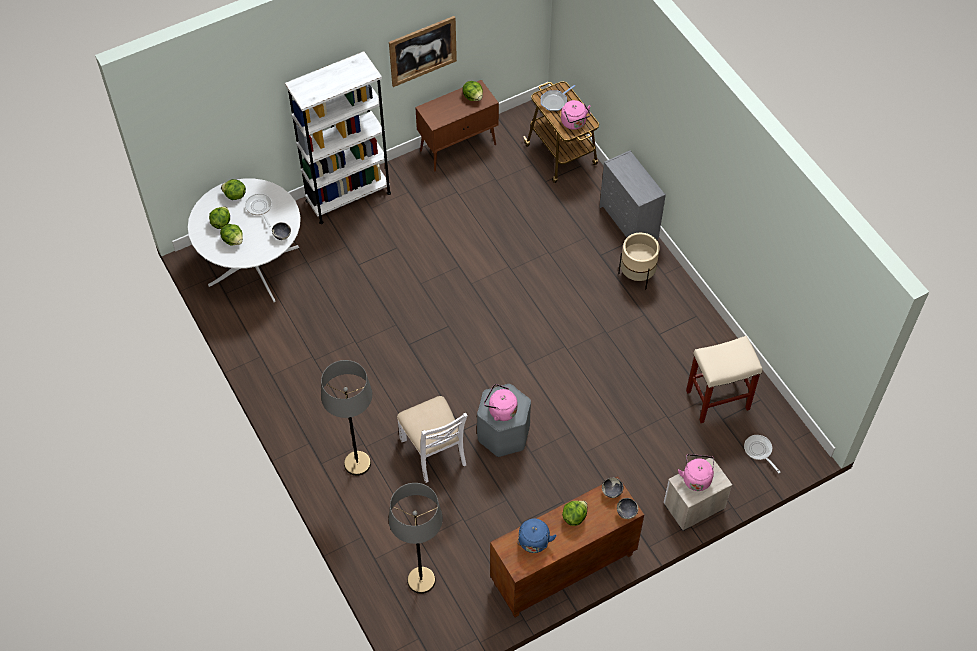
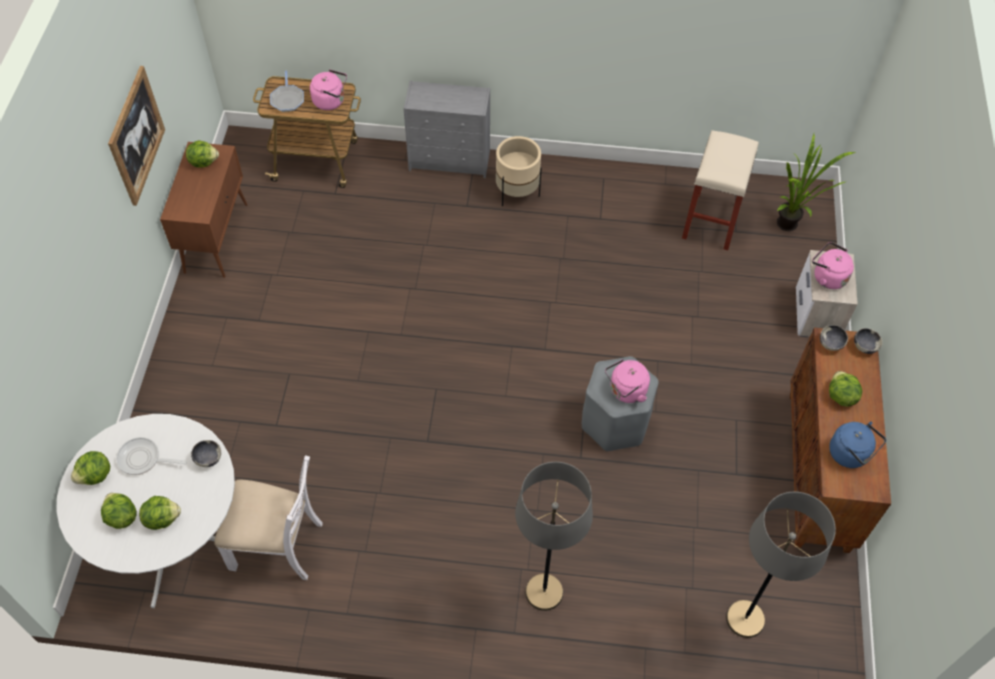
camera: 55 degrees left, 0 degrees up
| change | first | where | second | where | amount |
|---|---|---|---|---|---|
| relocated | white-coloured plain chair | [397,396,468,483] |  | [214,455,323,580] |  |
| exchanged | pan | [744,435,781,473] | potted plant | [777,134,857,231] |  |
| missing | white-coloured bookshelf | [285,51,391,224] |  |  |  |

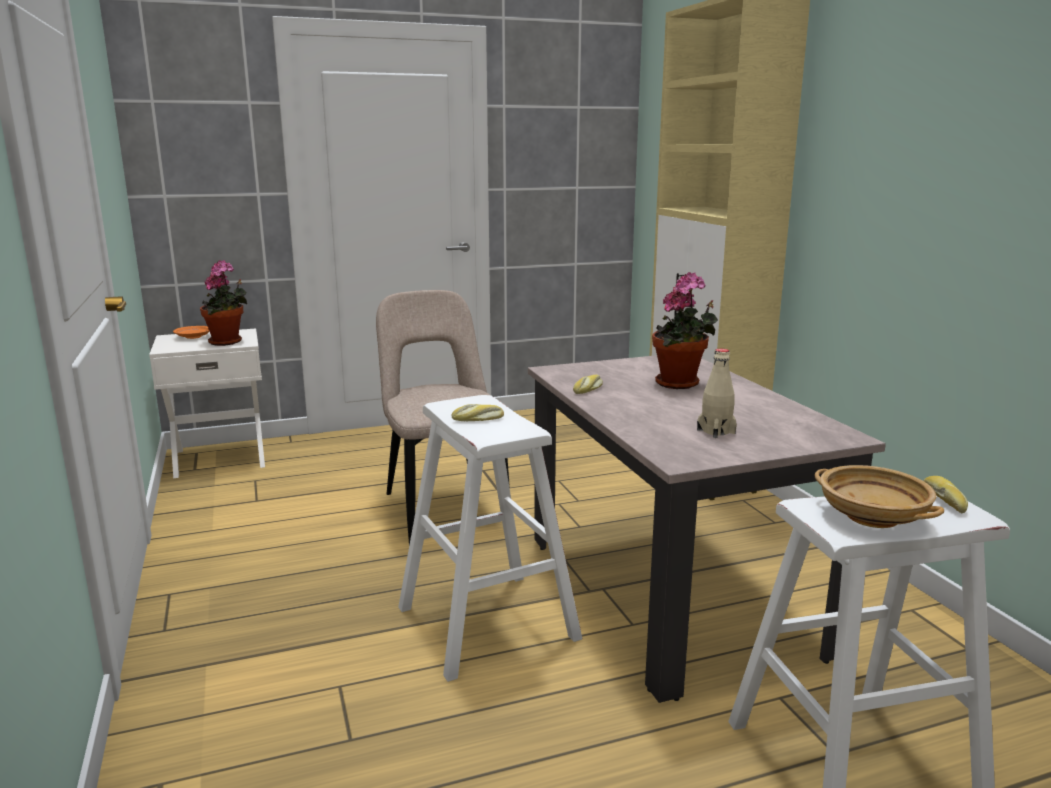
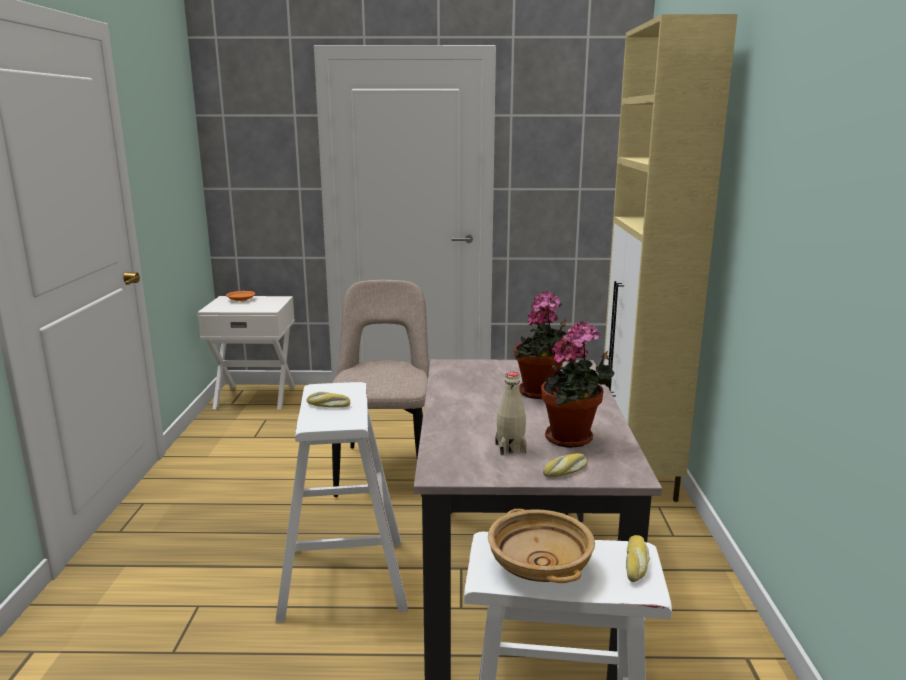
camera: 20 degrees right, 0 degrees up
| change | first | where | second | where | amount |
|---|---|---|---|---|---|
| relocated | potted plant | [200,260,247,346] |  | [541,321,614,448] |  |
| relocated | baked bread | [573,375,603,394] |  | [543,453,588,477] |  |

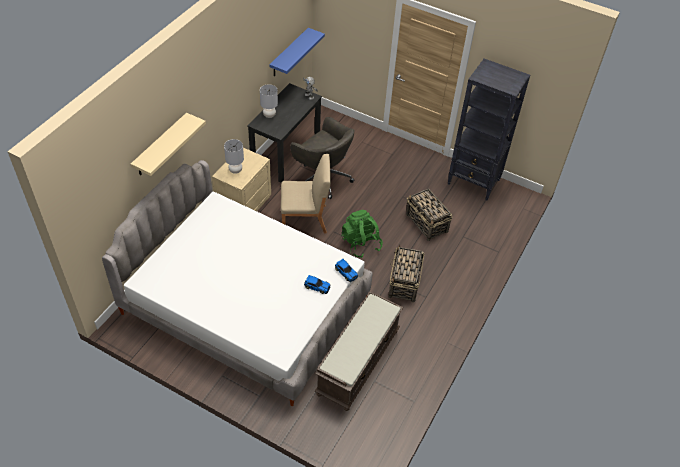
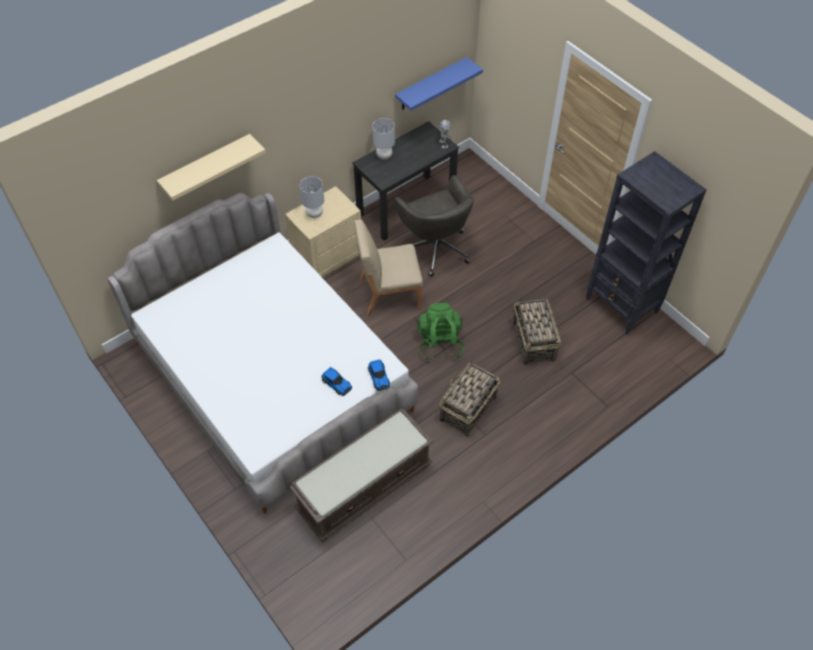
camera: 25 degrees right, 5 degrees up
| change | first | where | second | where | amount |
|---|---|---|---|---|---|
| spun | beige plain chair | [281,154,331,233] |  | [354,219,423,316] | 150 degrees clockwise |

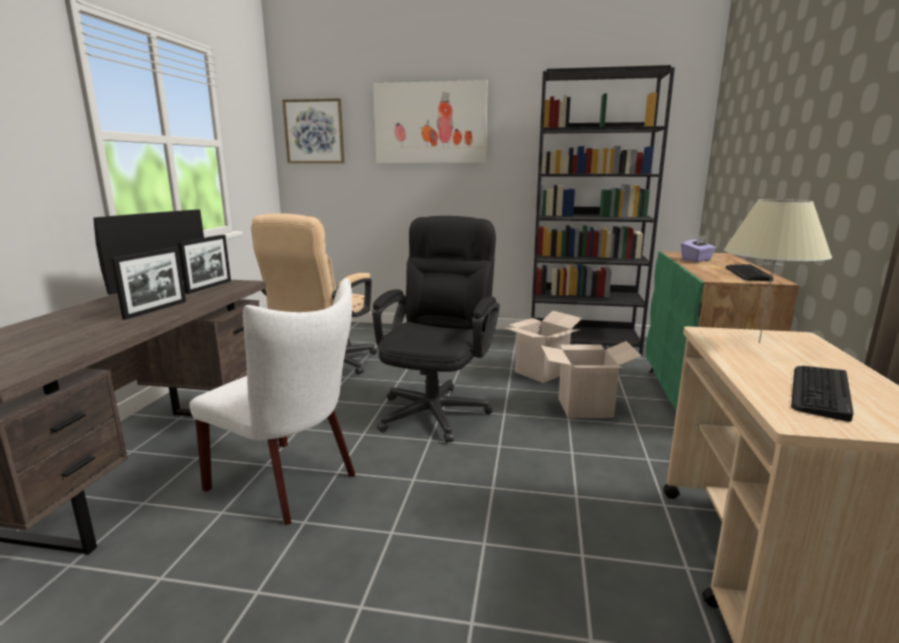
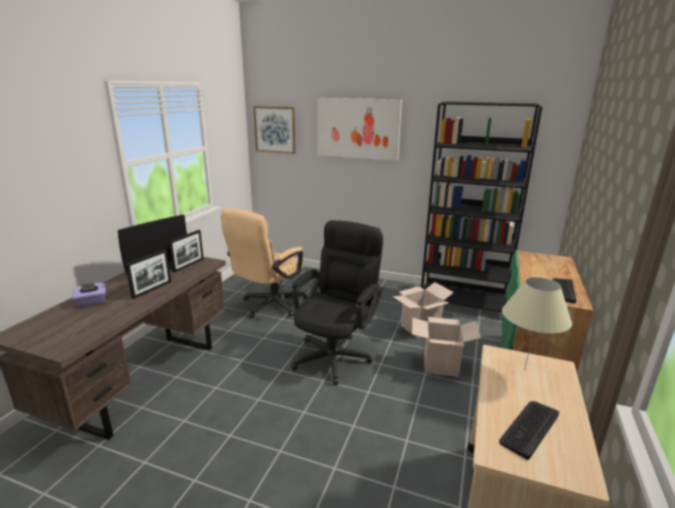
camera: 10 degrees right, 5 degrees up
| change | first | where | second | where | amount |
|---|---|---|---|---|---|
| relocated | purple-coloured tissue holder | [681,235,716,262] |  | [73,283,106,307] |  |
| missing | white-coloured plain chair | [189,278,355,525] |  |  |  |

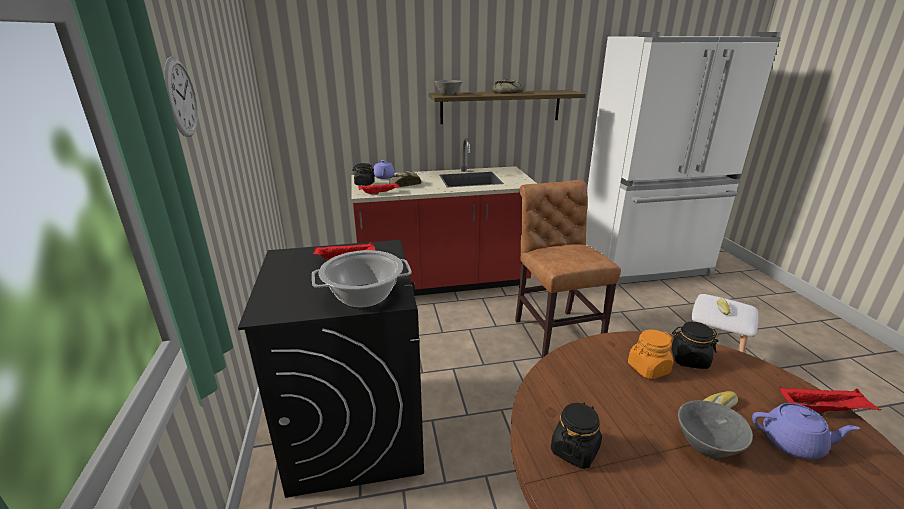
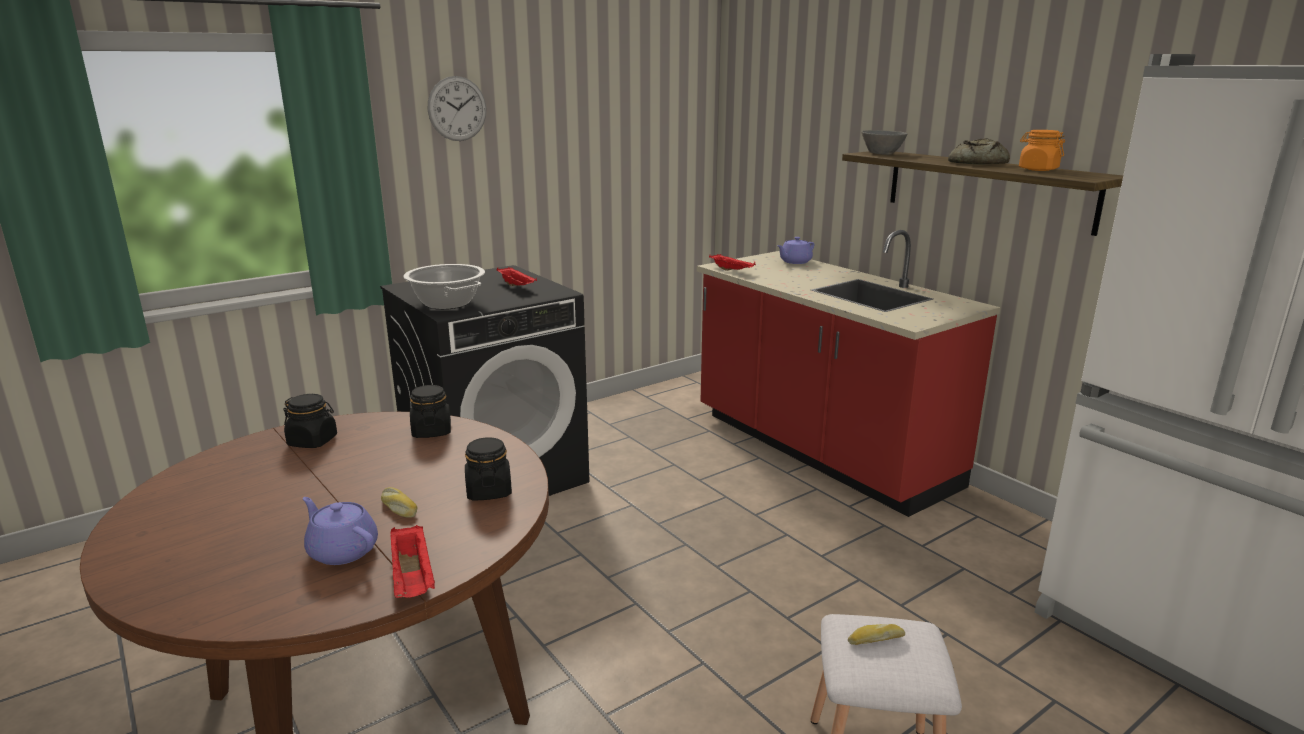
camera: 65 degrees right, 5 degrees down
| change | first | where | second | where | amount |
|---|---|---|---|---|---|
| spun | purple-coloured pot for tea | [752,403,860,459] |  | [303,497,378,565] | 135 degrees clockwise |
| relocated | blackish jar | [352,163,375,186] |  | [410,385,451,438] |  |
| relocated | orange jar | [628,329,673,379] |  | [1019,130,1065,171] |  |
| missing | baked bread | [389,171,421,187] |  |  |  |
| missing | brown-coloured plain chair | [515,180,621,359] |  |  |  |
| missing | grey bowl | [678,400,753,458] |  |  |  |

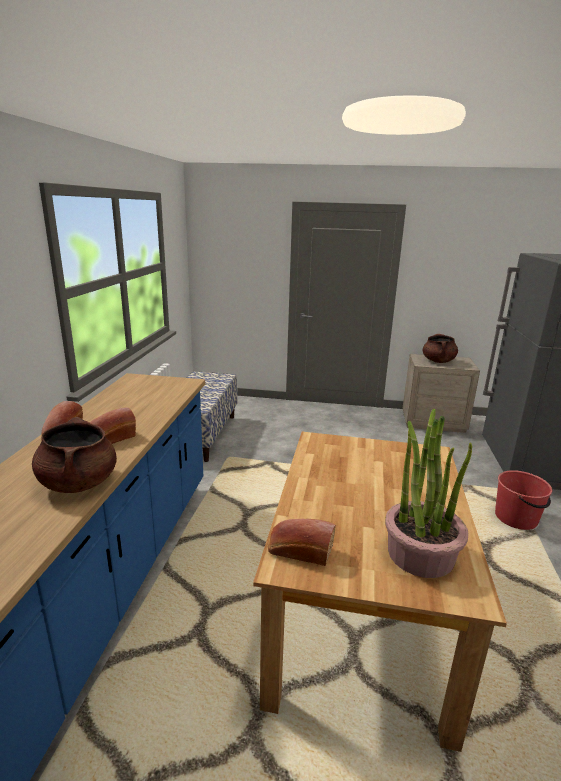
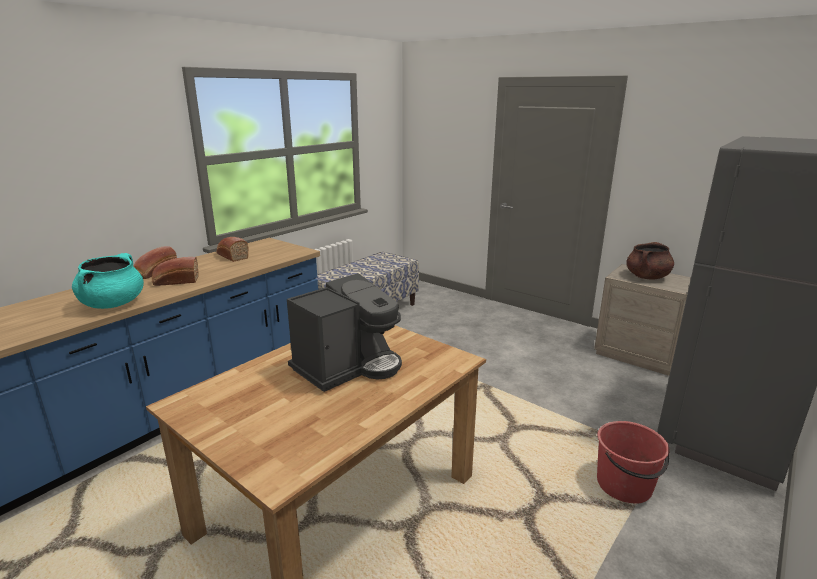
camera: 30 degrees right, 0 degrees up
| change | first | where | second | where | amount |
|---|---|---|---|---|---|
| colour | brown-coloured saucepot | [32,417,117,493] | turquoise saucepot | [72,253,144,309] |  |
| relocated | baked bread | [268,519,336,566] |  | [216,237,249,262] |  |
| appeared |  |  | coffee machine | [287,273,402,392] |  |
| missing | potted plant | [385,409,472,578] |  |  |  |

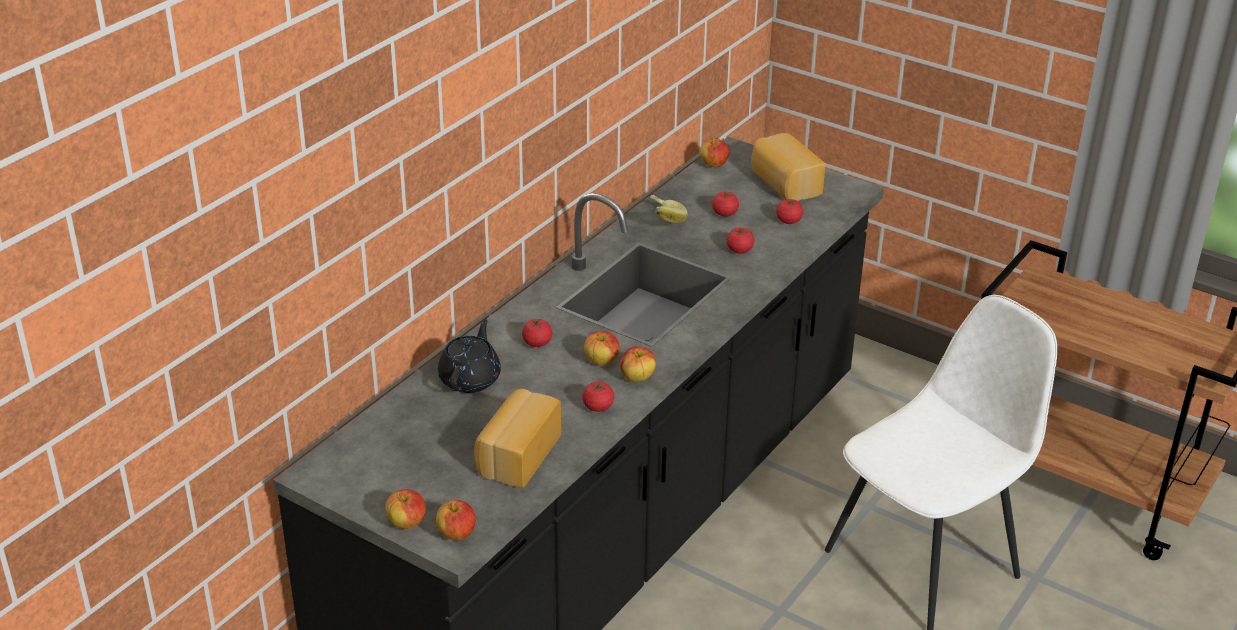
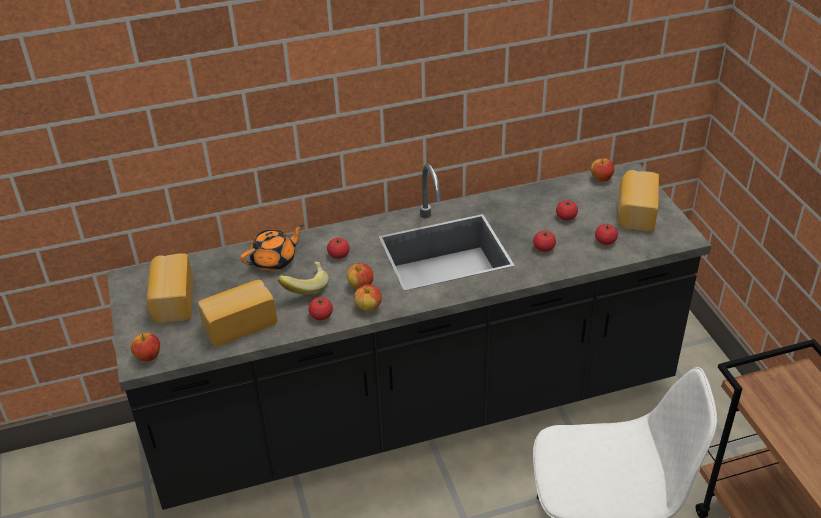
camera: 40 degrees right, 5 degrees up
| change | first | where | second | where | amount |
|---|---|---|---|---|---|
| appeared |  |  | baked bread | [147,253,193,324] |  |
| colour | blackish pot for tea | [438,319,501,393] | orange pot for tea | [240,224,304,271] |  |
| relocated | banana fruit | [650,195,688,223] |  | [278,262,329,295] |  |
| missing | whole apple | [385,489,426,529] |  |  |  |

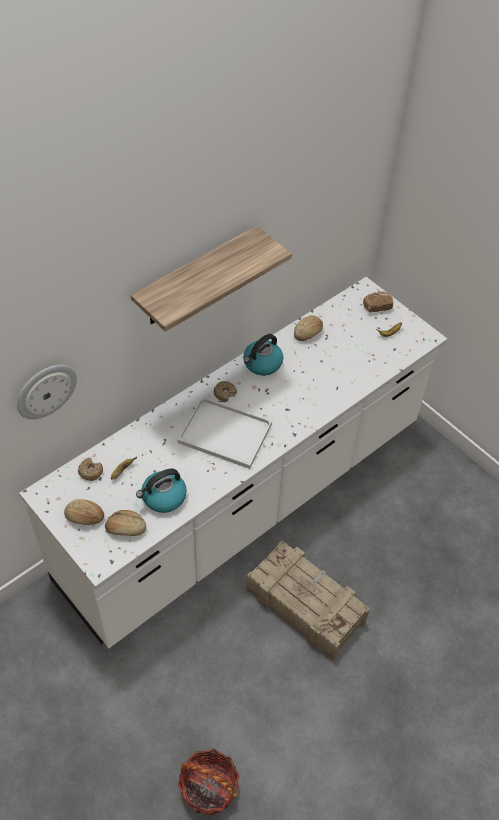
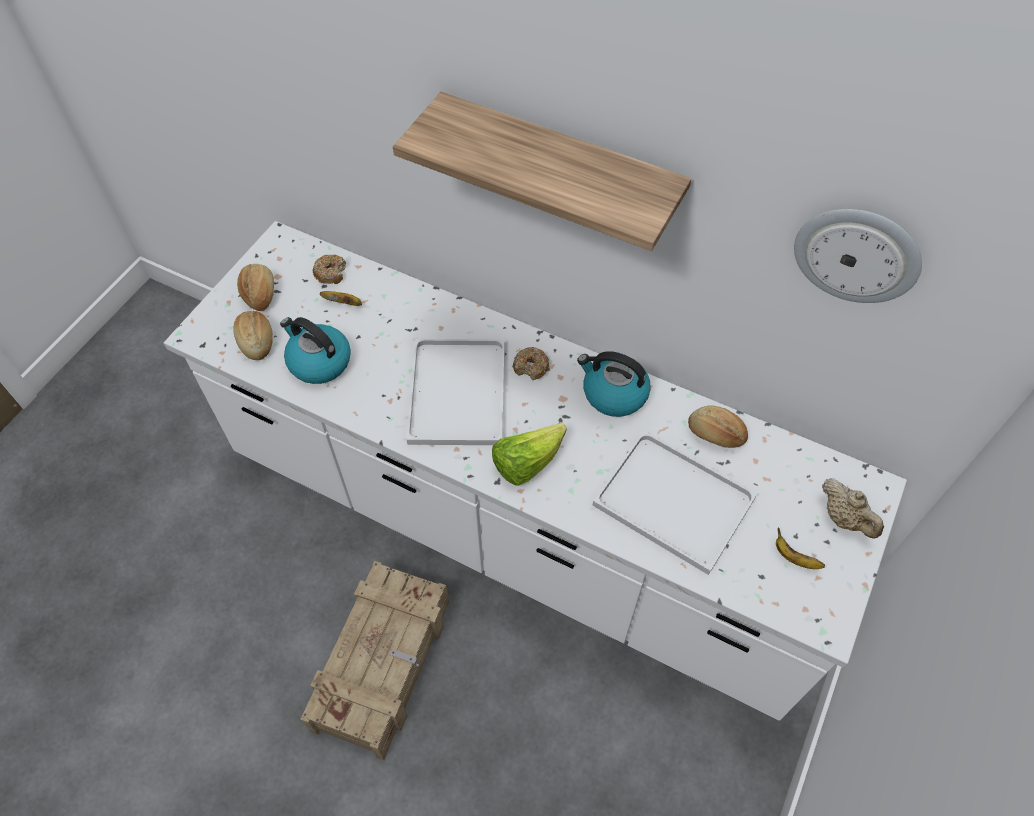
camera: 70 degrees right, 5 degrees up
| change | first | where | second | where | amount |
|---|---|---|---|---|---|
| appeared |  |  | head of lettuce | [492,422,567,486] |  |
| appeared |  |  | white-coloured carrying tray | [592,431,757,575] |  |
| relocated | wall clock | [17,365,77,419] |  | [794,209,922,303] |  |
| exchanged | baked bread | [363,291,393,312] | beige pot for tea | [822,478,884,538] |  |
| missing | basket | [178,749,239,815] |  |  |  |

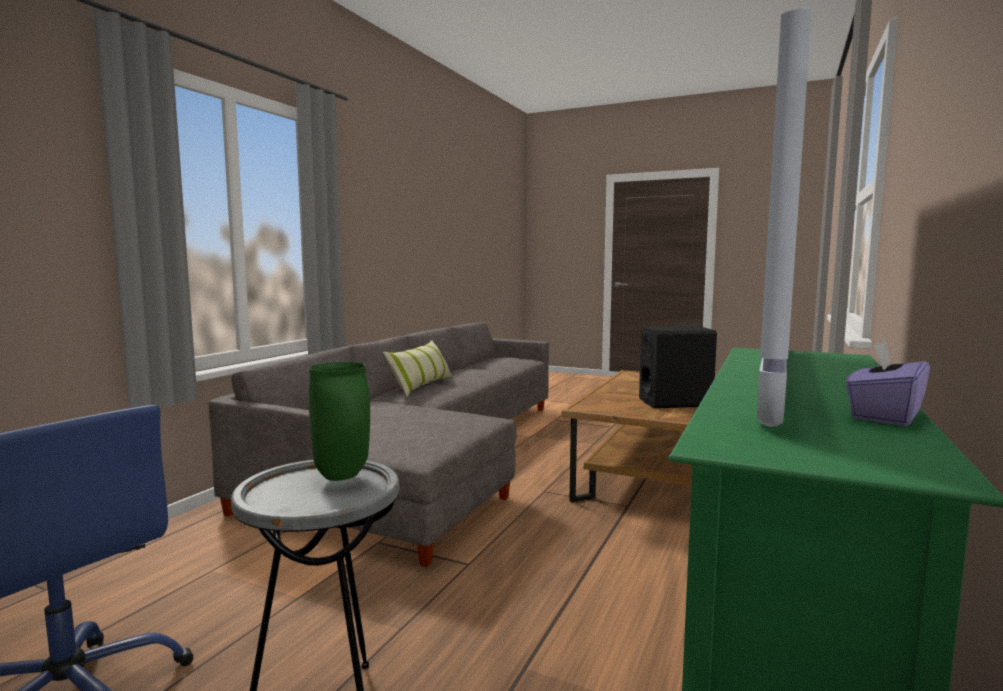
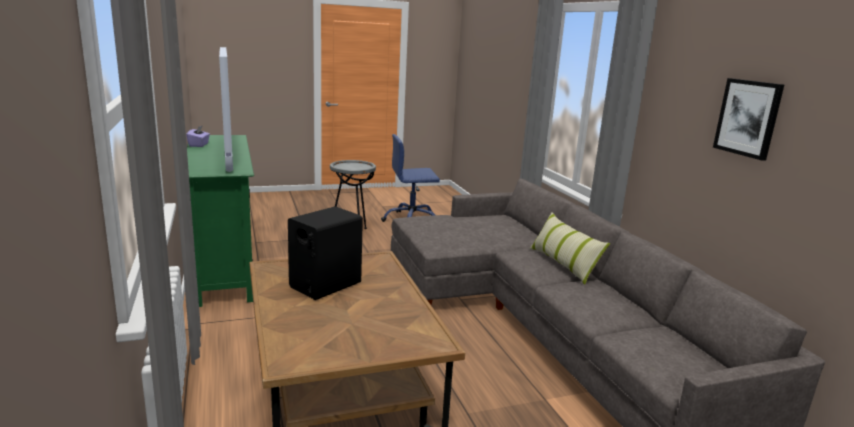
camera: 135 degrees right, 10 degrees up
| change | first | where | second | where | amount |
|---|---|---|---|---|---|
| appeared |  |  | wall picture | [713,78,784,161] |  |
| missing | green flower vase | [308,362,370,481] |  |  |  |

